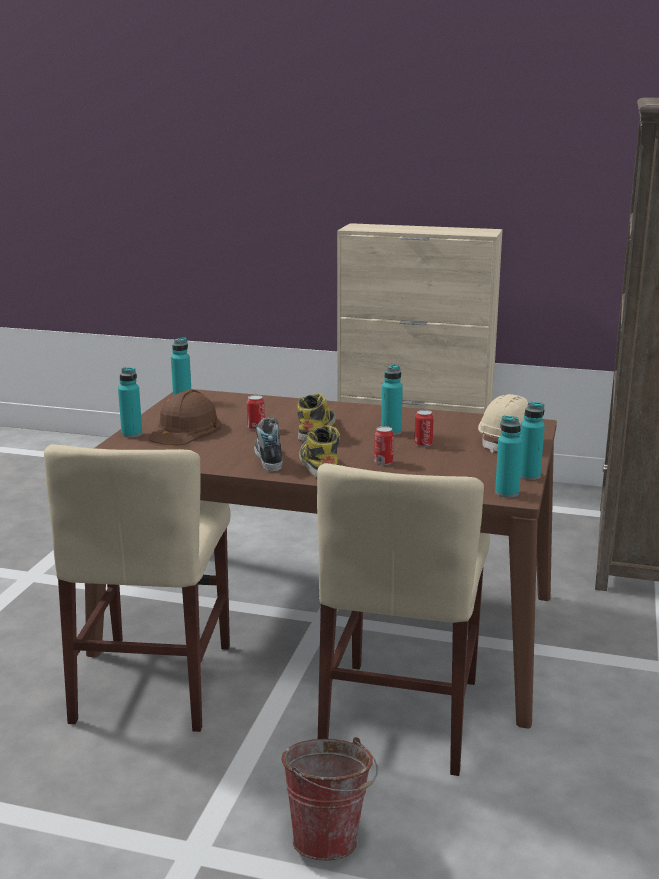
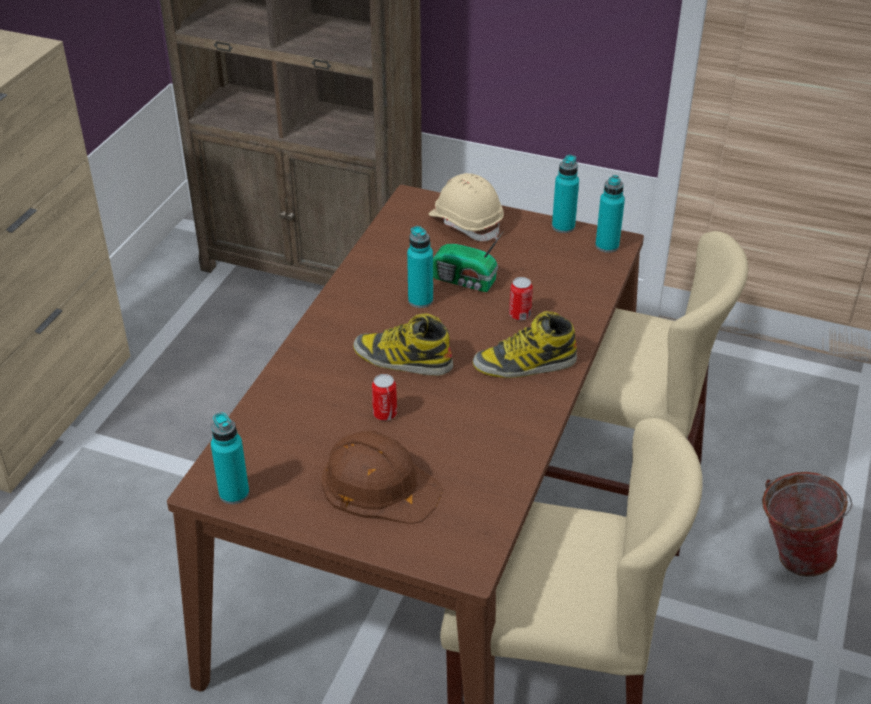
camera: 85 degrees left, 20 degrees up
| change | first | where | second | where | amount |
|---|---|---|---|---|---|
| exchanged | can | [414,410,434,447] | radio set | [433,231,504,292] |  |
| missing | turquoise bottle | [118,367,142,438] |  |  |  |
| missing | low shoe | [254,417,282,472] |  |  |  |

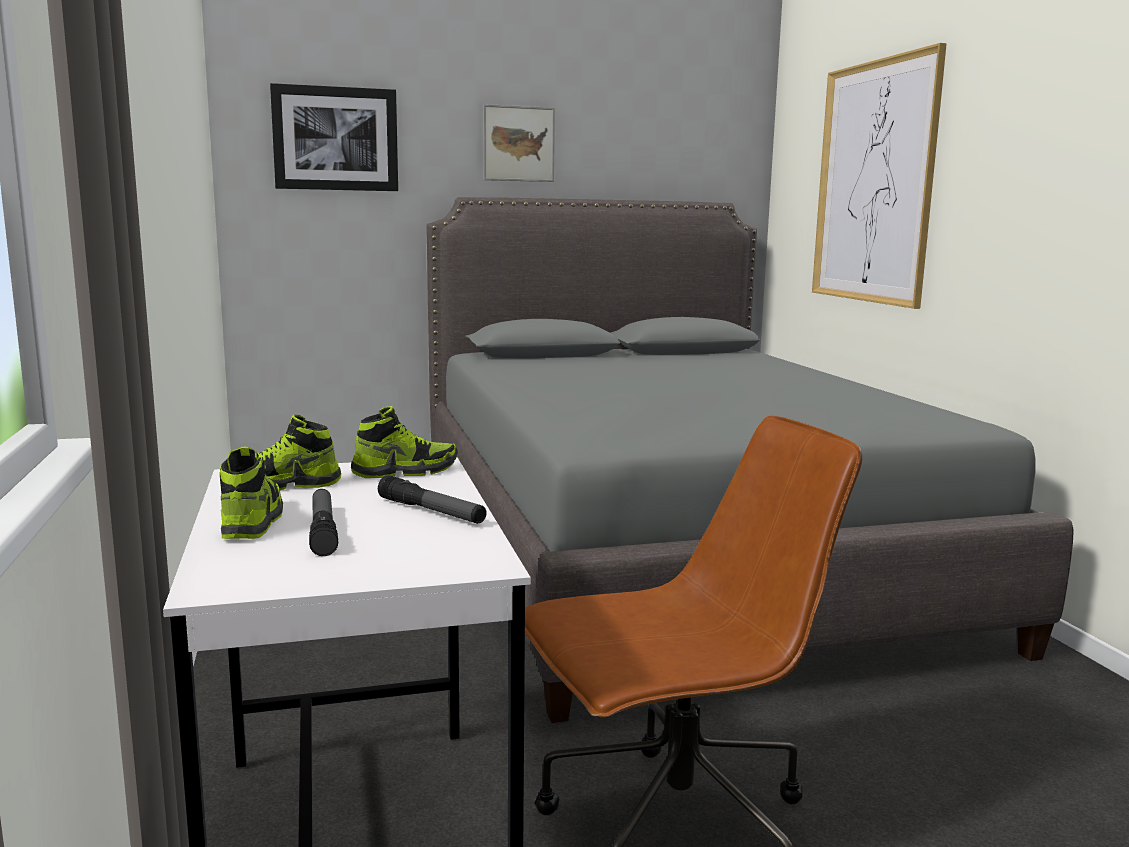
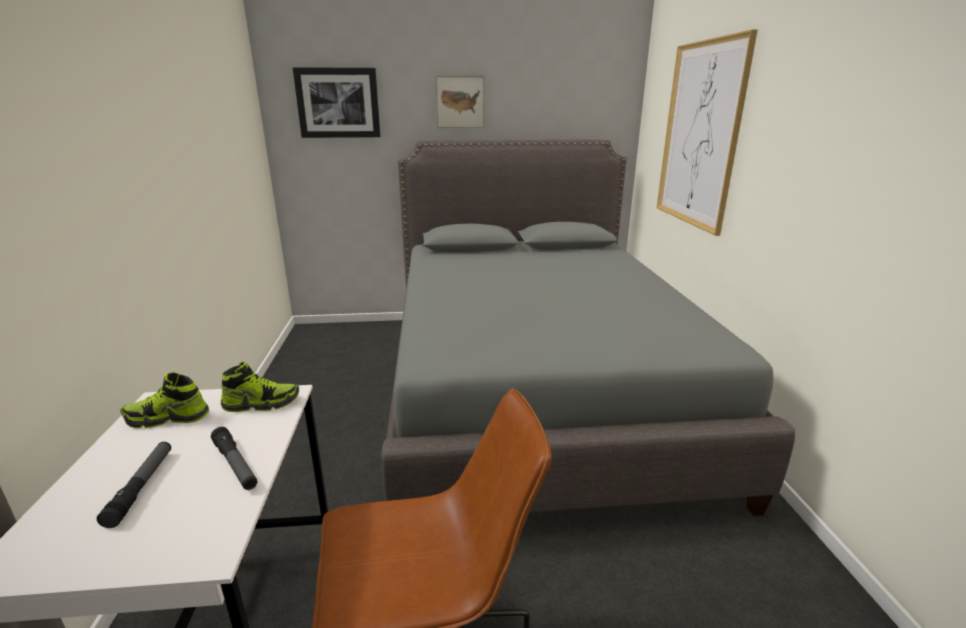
camera: 10 degrees right, 10 degrees up
| change | first | where | second | where | amount |
|---|---|---|---|---|---|
| missing | low shoe | [220,446,283,539] |  |  |  |

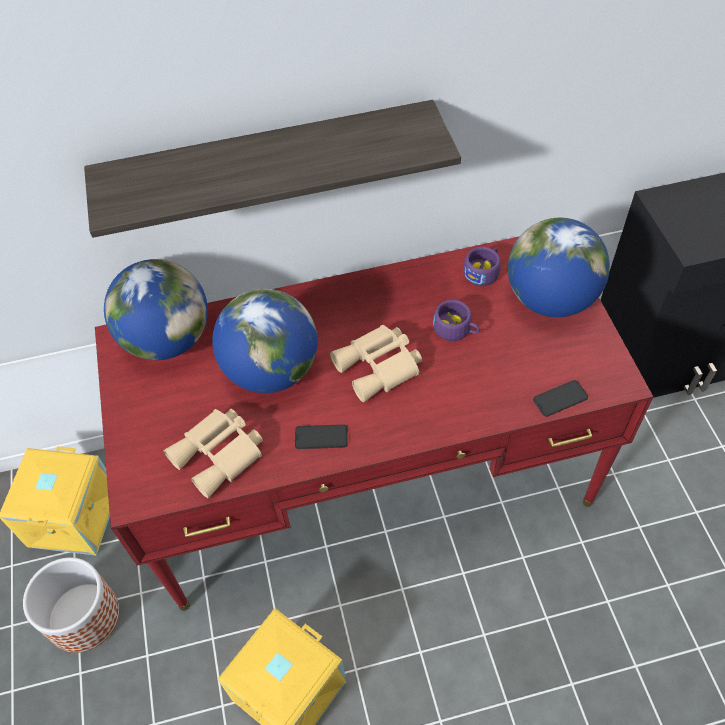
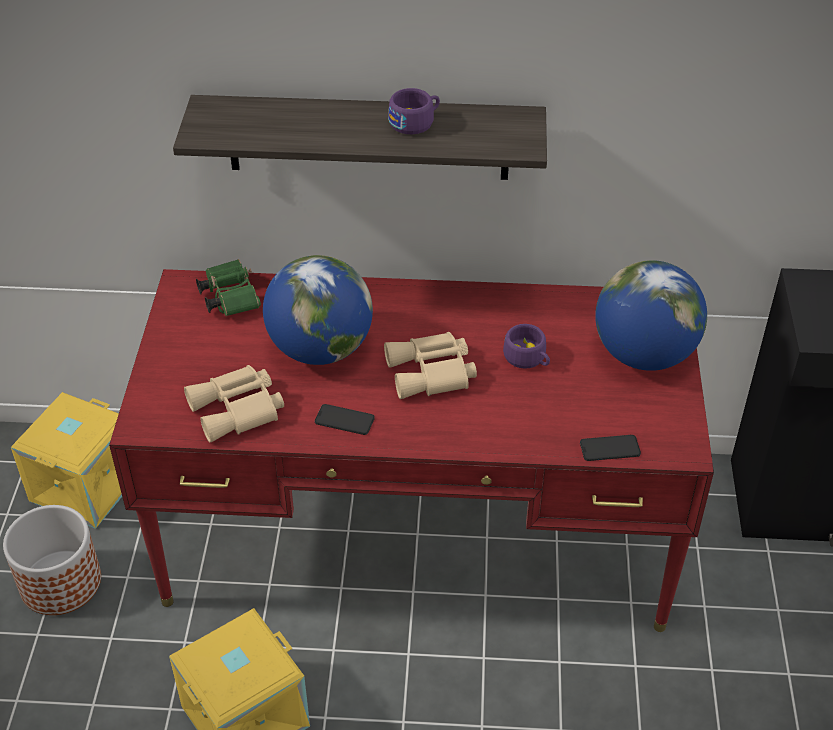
camera: 15 degrees right, 10 degrees down
| change | first | where | second | where | amount |
|---|---|---|---|---|---|
| exchanged | desk globe | [104,259,208,360] | green binoculars | [196,259,261,316] |  |
| relocated | purple-coloured cup | [463,247,501,286] |  | [388,88,440,134] |  |

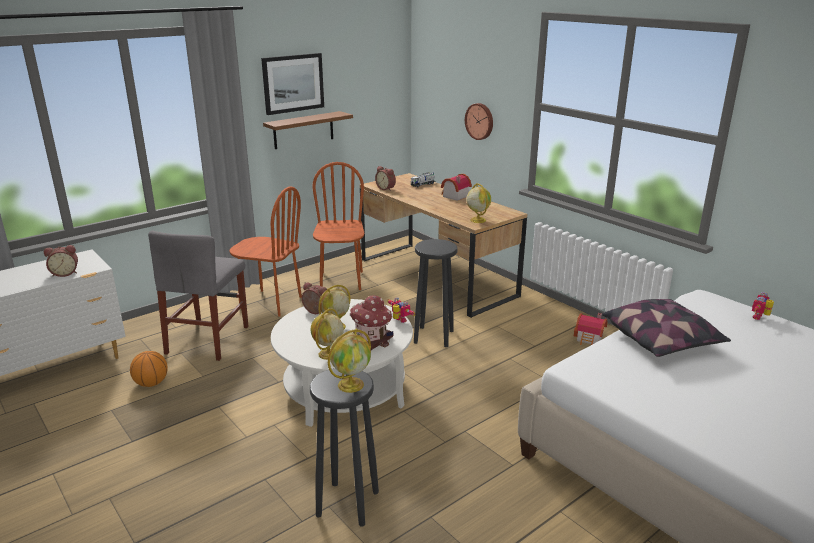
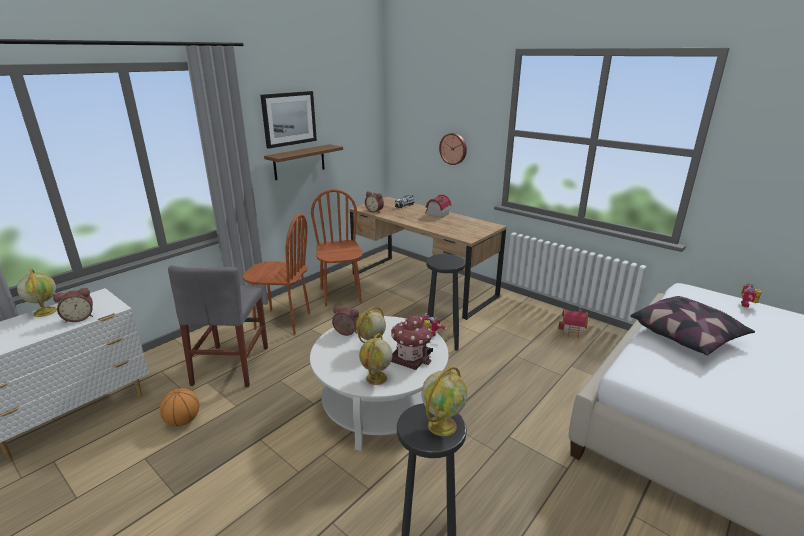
camera: 10 degrees left, 0 degrees up
| change | first | where | second | where | amount |
|---|---|---|---|---|---|
| relocated | desk globe | [466,183,491,223] |  | [17,268,57,317] |  |

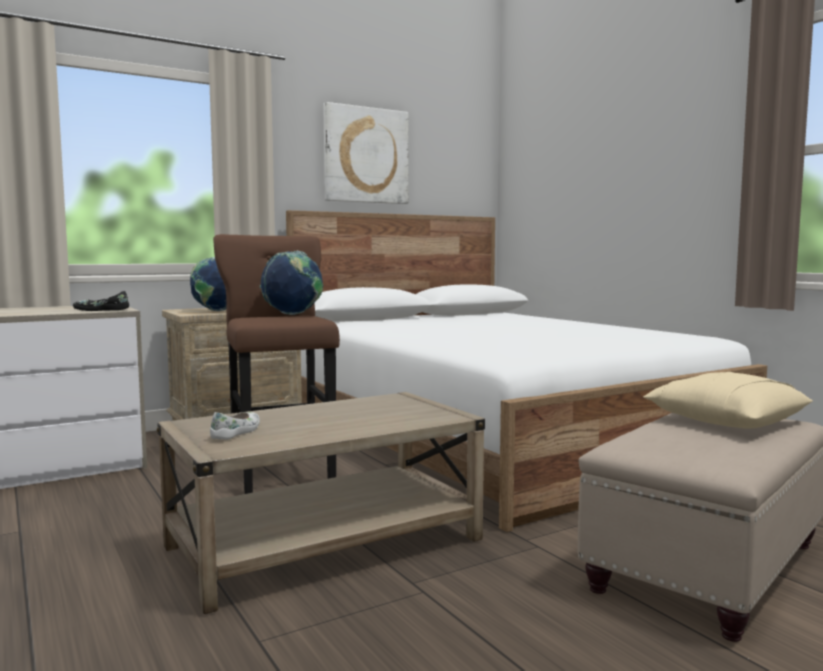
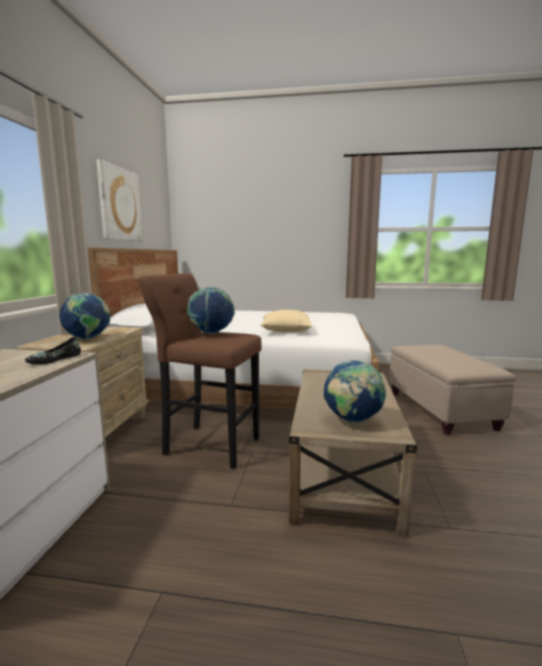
camera: 50 degrees left, 5 degrees up
| change | first | where | second | where | amount |
|---|---|---|---|---|---|
| relocated | beige throw pillow | [643,372,813,428] |  | [260,310,312,332] |  |
| exchanged | white-coloured low shoe | [210,412,260,440] | desk globe | [323,360,386,423] |  |

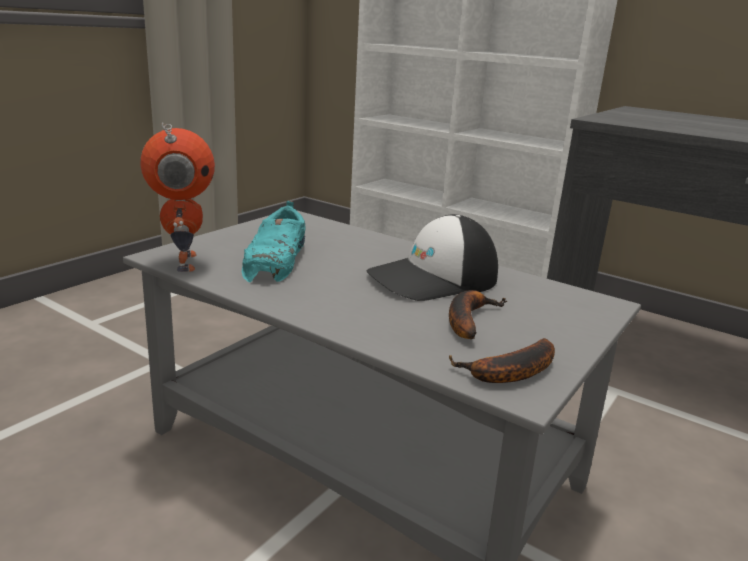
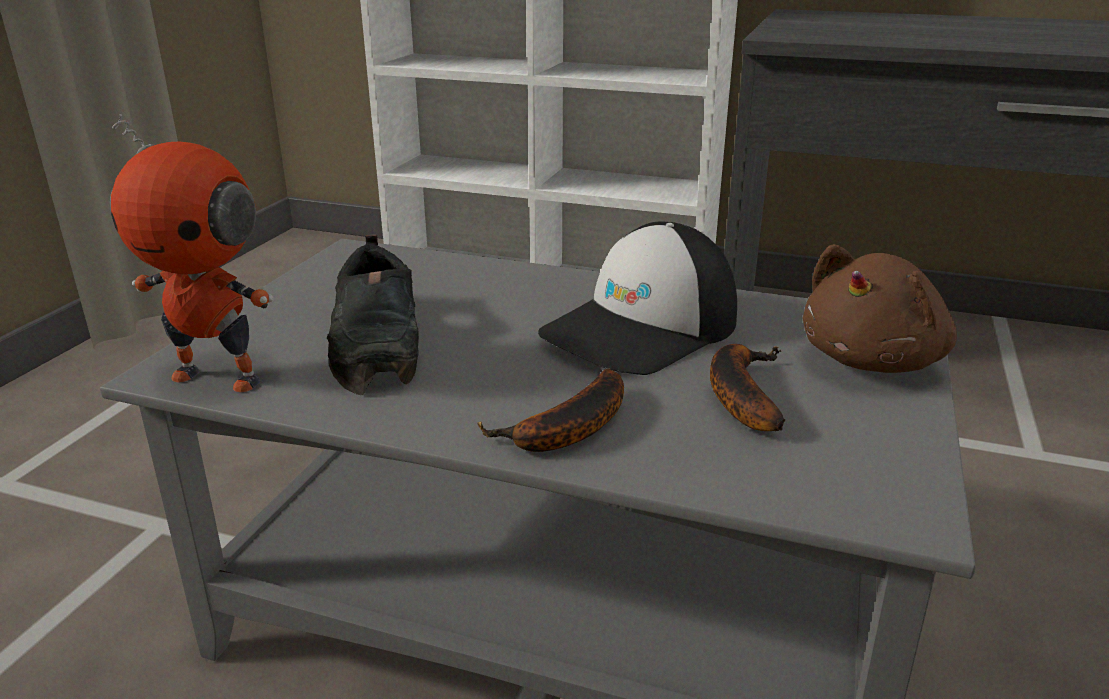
camera: 15 degrees left, 5 degrees up
| change | first | where | second | where | amount |
|---|---|---|---|---|---|
| spun | model robot | [141,122,215,272] |  | [110,114,274,392] | 135 degrees clockwise |
| colour | turquoise low shoe | [241,201,306,282] | blackish low shoe | [327,235,419,395] |  |
| relocated | banana fruit | [449,338,555,383] |  | [477,369,624,452] |  |
| appeared |  |  | brown-coloured cuddly toy | [802,244,957,373] |  |

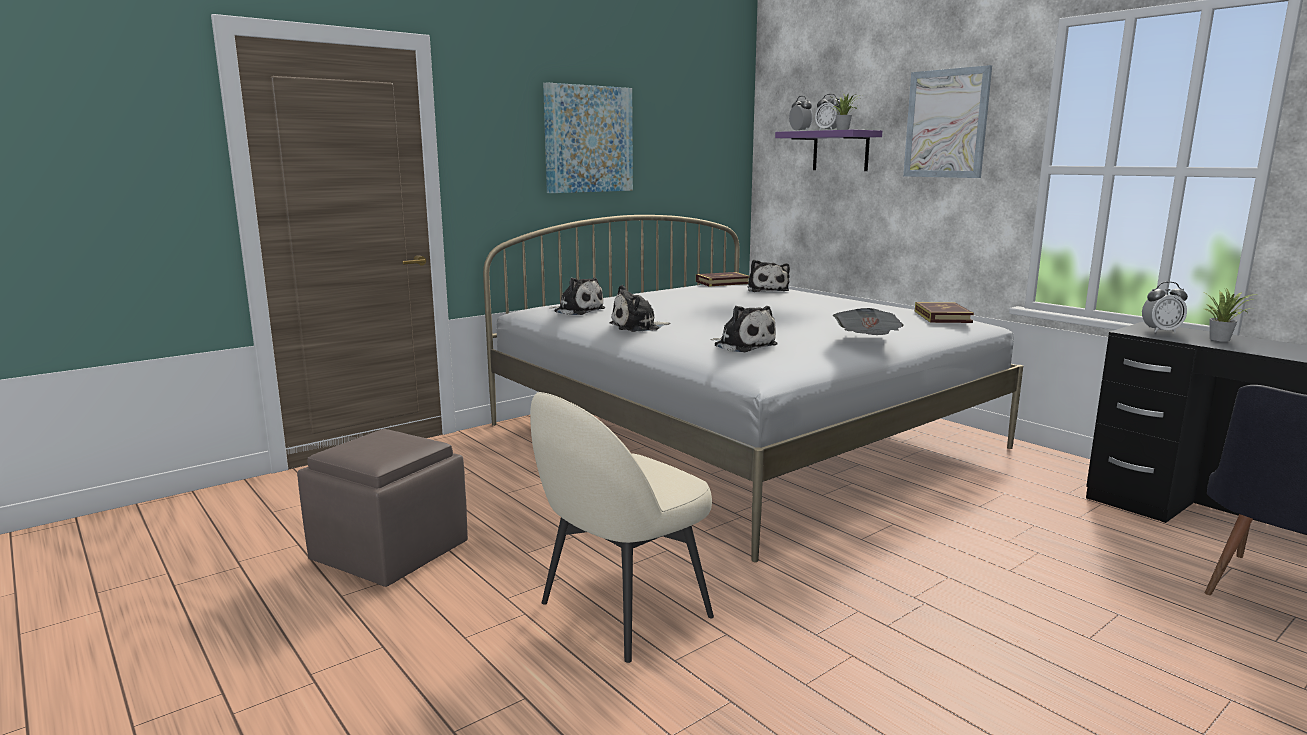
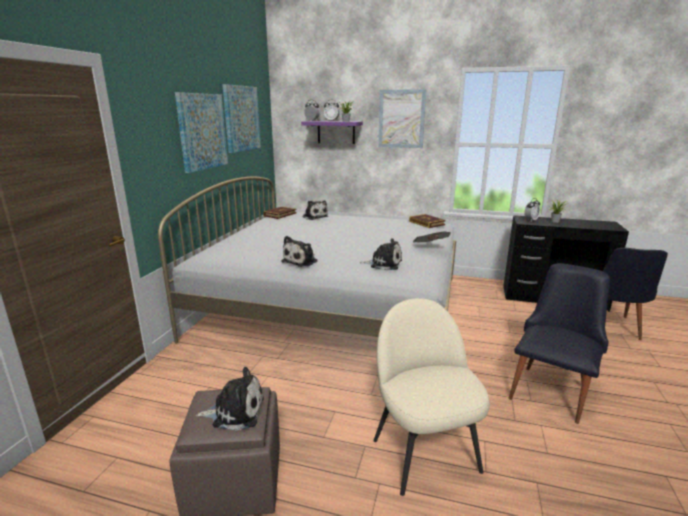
camera: 35 degrees left, 5 degrees up
| change | first | where | second | where | amount |
|---|---|---|---|---|---|
| relocated | cuddly toy | [549,278,605,315] |  | [195,367,264,431] |  |
| appeared |  |  | wall picture | [222,84,261,153] |  |
| spun | beige plain chair | [530,392,714,663] |  | [373,298,490,496] | 150 degrees clockwise |
| appeared |  |  | blackish plain chair | [509,263,610,424] |  |

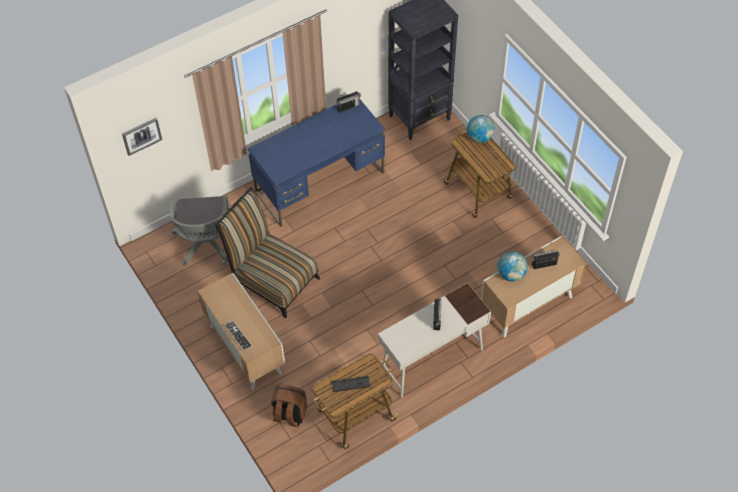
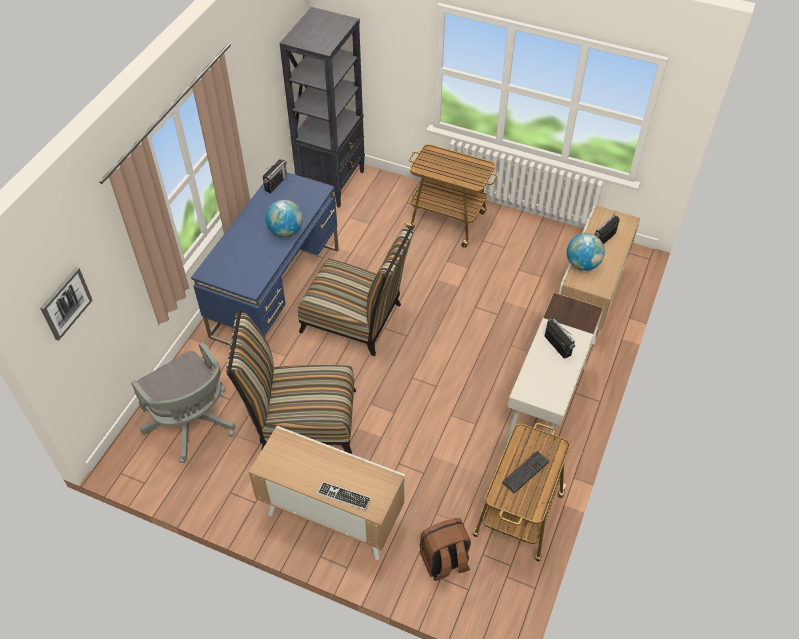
camera: 35 degrees left, 5 degrees down
| change | first | where | second | where | amount |
|---|---|---|---|---|---|
| relocated | desk globe | [467,115,495,143] |  | [265,200,303,237] |  |
| appeared |  |  | plain chair | [298,225,414,356] |  |

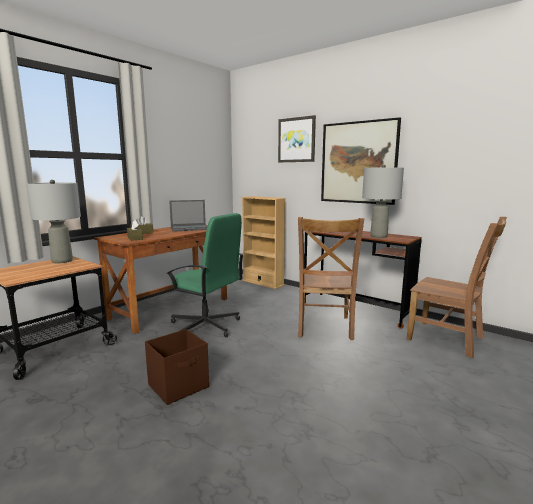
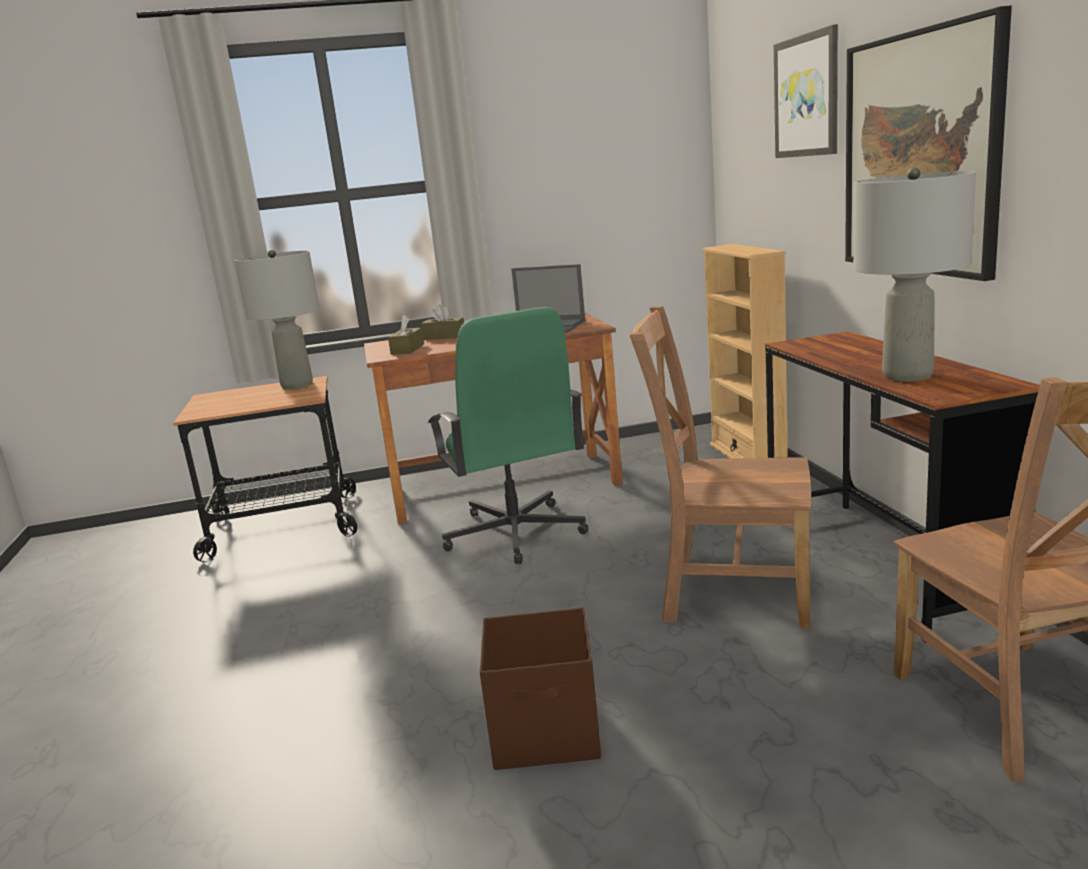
camera: 40 degrees right, 5 degrees up
| change | first | where | second | where | amount |
|---|---|---|---|---|---|
| relocated | brown-coloured storage container | [145,329,209,405] |  | [480,608,601,770] |  |
| spun | brown-coloured plain chair | [298,217,365,340] |  | [629,306,811,629] | 60 degrees clockwise |

